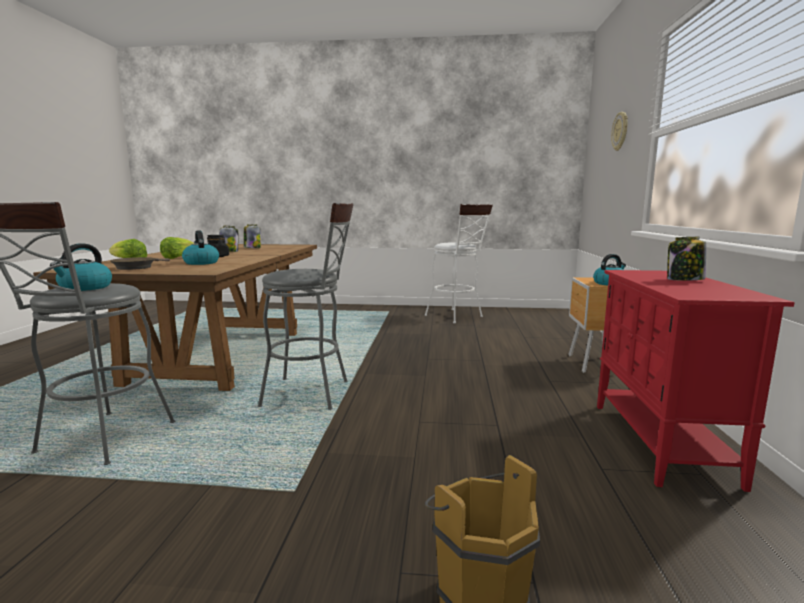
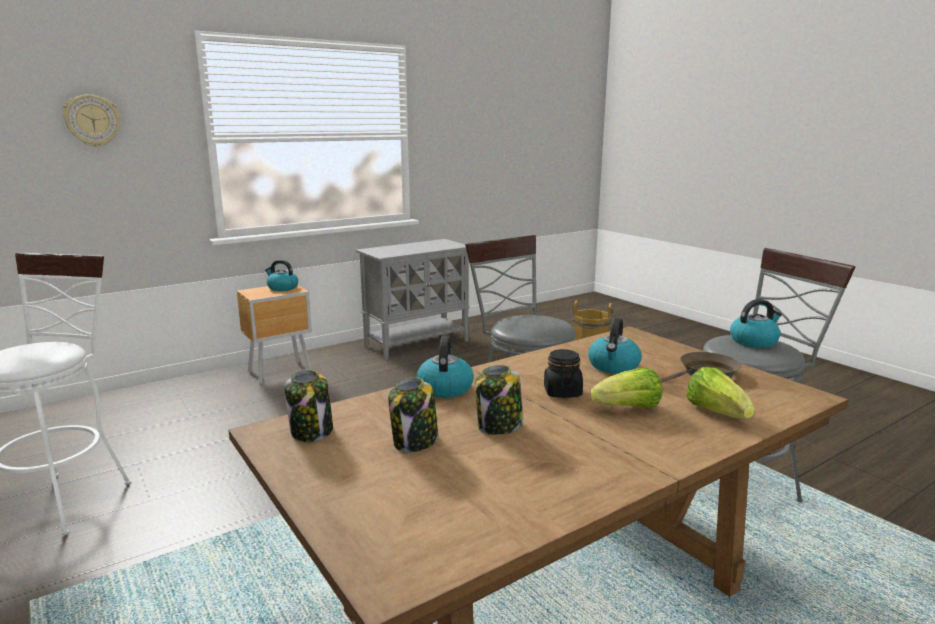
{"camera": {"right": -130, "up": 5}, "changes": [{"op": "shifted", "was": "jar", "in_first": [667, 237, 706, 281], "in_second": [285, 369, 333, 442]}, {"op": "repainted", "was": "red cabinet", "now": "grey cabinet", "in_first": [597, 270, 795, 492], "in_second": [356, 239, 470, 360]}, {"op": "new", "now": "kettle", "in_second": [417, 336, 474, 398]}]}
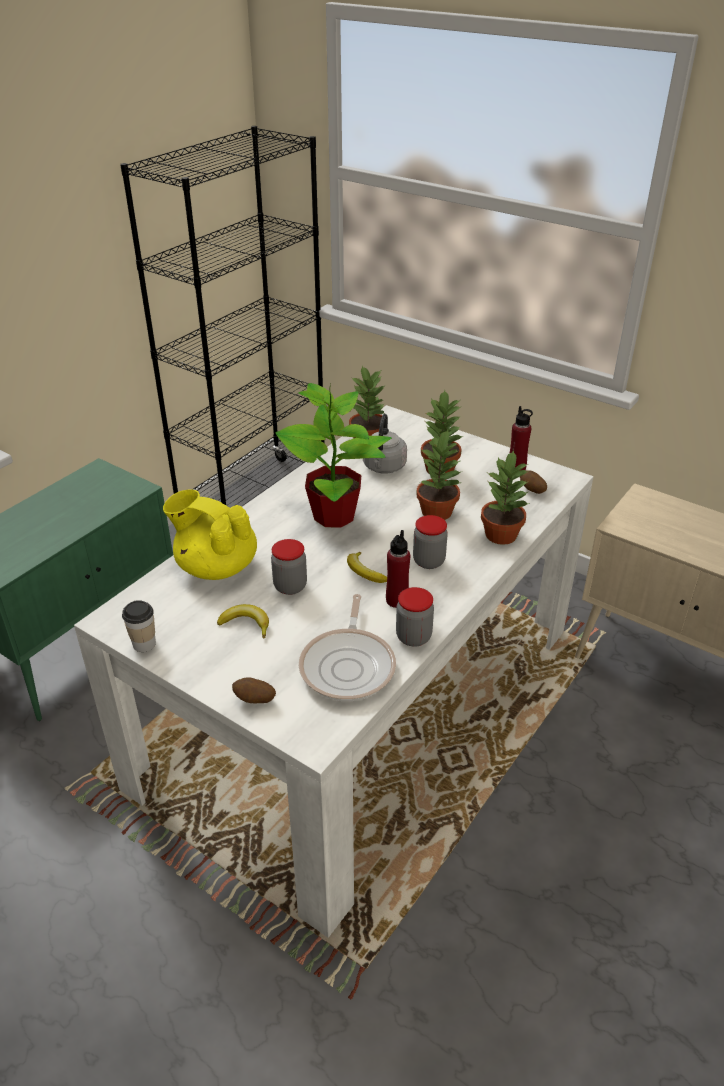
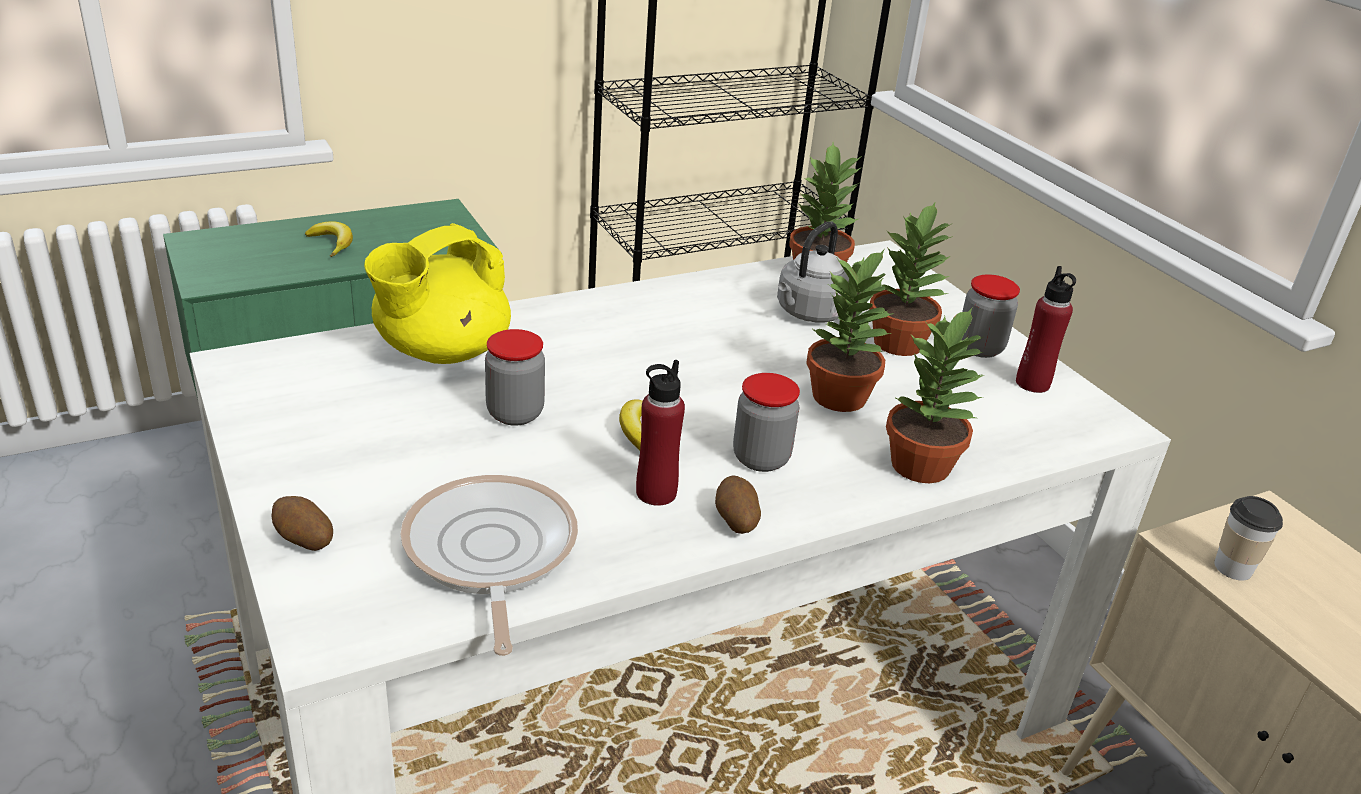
{"camera": {"right": 25, "up": -5}, "changes": [{"op": "gone", "was": "potted plant", "in_first": [276, 382, 392, 528]}, {"op": "shifted", "was": "potato", "in_first": [520, 471, 547, 494], "in_second": [715, 475, 761, 534]}, {"op": "rotated", "was": "yellow teapot", "in_first": [163, 489, 257, 580], "in_second": [364, 223, 511, 364], "clockwise": -105}, {"op": "shifted", "was": "jar", "in_first": [396, 587, 434, 647], "in_second": [961, 274, 1020, 358]}, {"op": "rotated", "was": "frying pan", "in_first": [299, 594, 396, 701], "in_second": [400, 475, 578, 656], "clockwise": 135}, {"op": "shifted", "was": "cup", "in_first": [122, 600, 156, 652], "in_second": [1214, 496, 1283, 581]}, {"op": "shifted", "was": "banana", "in_first": [217, 604, 269, 639], "in_second": [305, 221, 353, 257]}]}
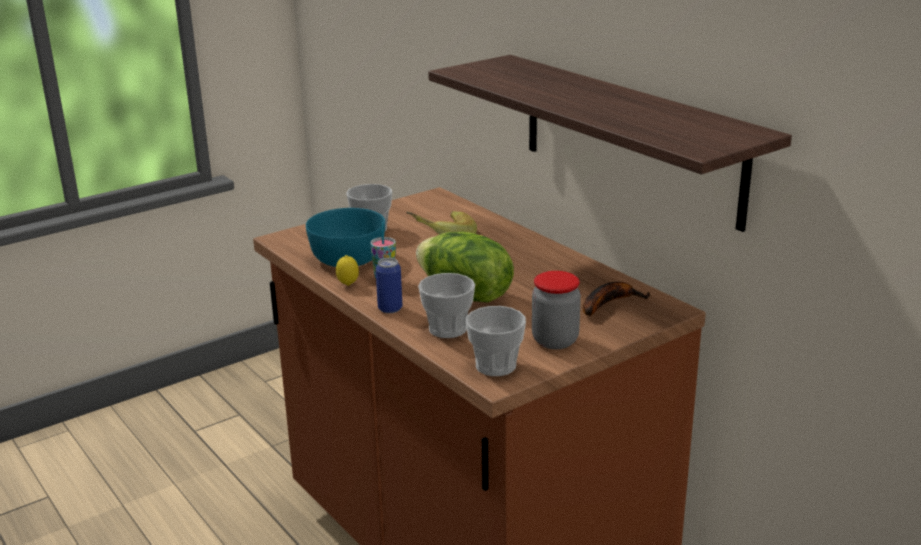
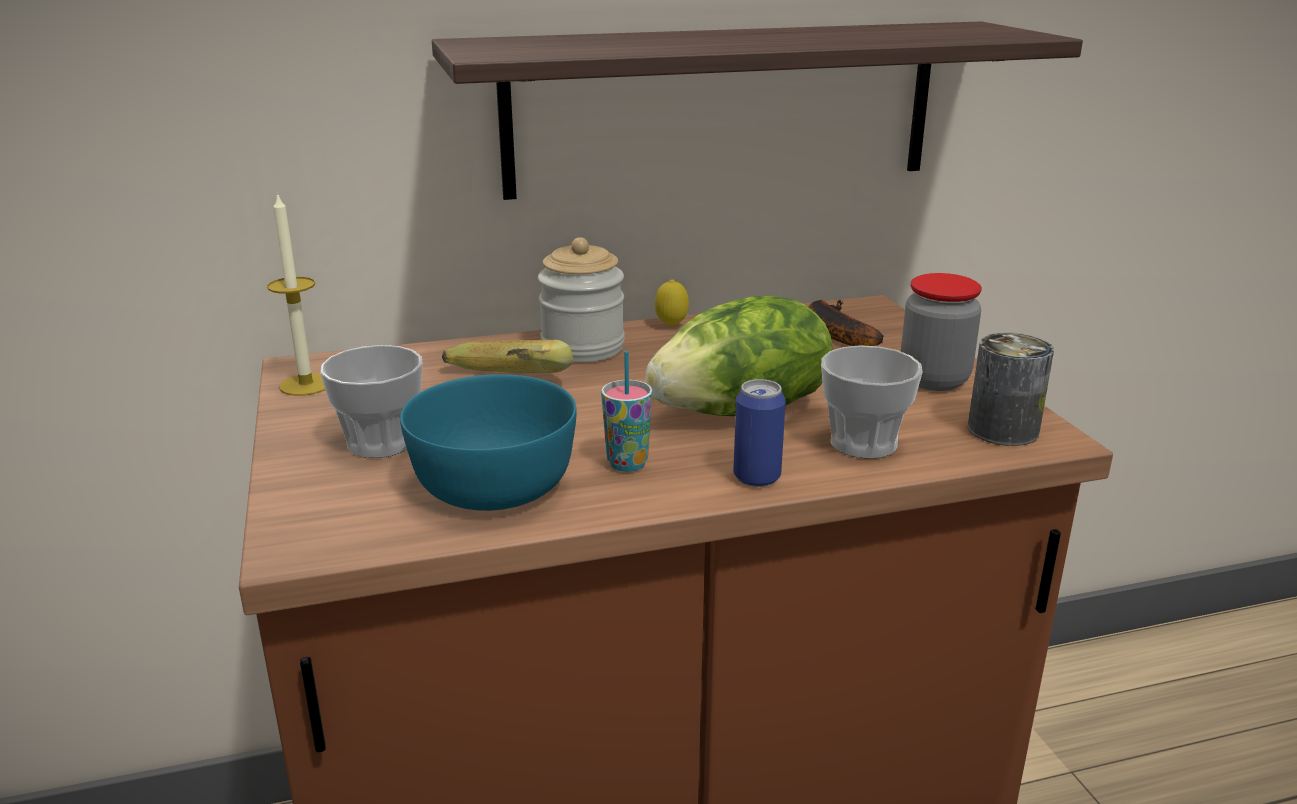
{"camera": {"right": -70, "up": 0}, "changes": [{"op": "shifted", "was": "lemon", "in_first": [336, 255, 359, 286], "in_second": [655, 280, 689, 327]}, {"op": "swapped", "was": "cup", "now": "can", "in_first": [466, 306, 526, 376], "in_second": [968, 332, 1054, 446]}, {"op": "new", "now": "candle", "in_second": [267, 192, 325, 396]}, {"op": "new", "now": "jar", "in_second": [538, 237, 625, 363]}]}
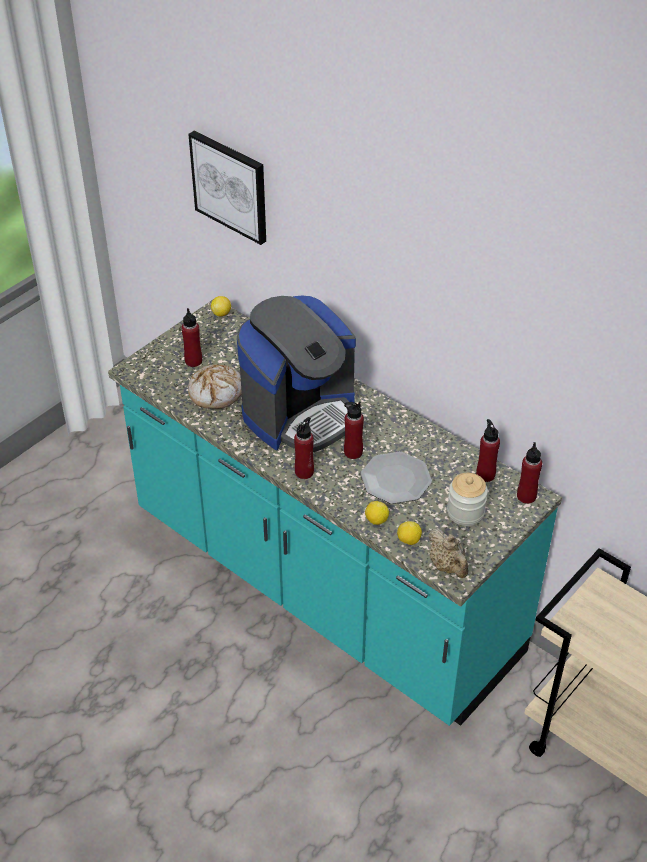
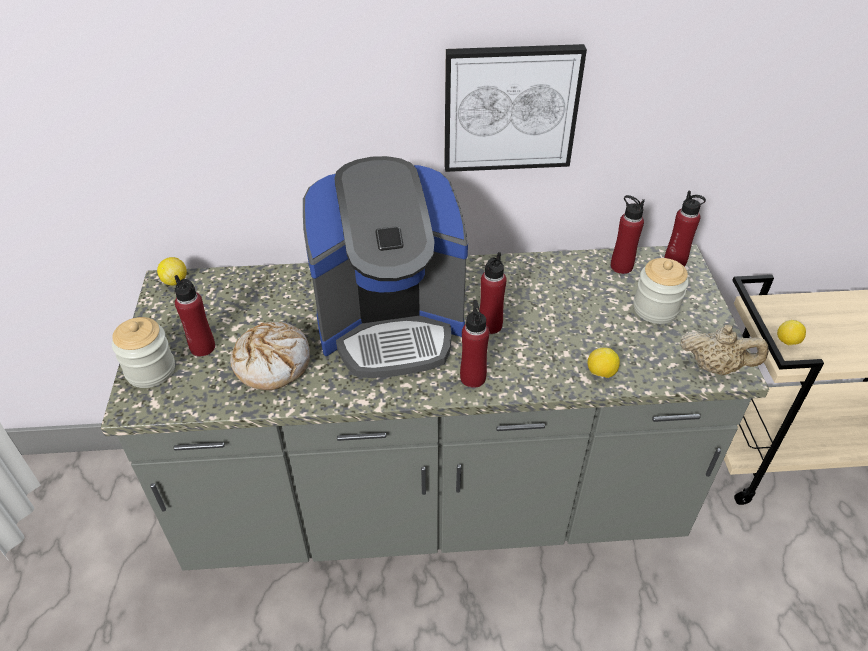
{"camera": {"right": -45, "up": 0}, "changes": [{"op": "shifted", "was": "picture", "in_first": [188, 131, 266, 245], "in_second": [444, 44, 587, 172]}, {"op": "rotated", "was": "coffee machine", "in_first": [237, 296, 356, 452], "in_second": [303, 156, 468, 378], "clockwise": 75}, {"op": "repainted", "was": "turquoise counter", "now": "grey counter", "in_first": [108, 300, 562, 726], "in_second": [101, 245, 769, 571]}, {"op": "gone", "was": "plate", "in_first": [361, 452, 432, 504]}, {"op": "shifted", "was": "lemon", "in_first": [397, 521, 422, 545], "in_second": [777, 320, 806, 345]}, {"op": "new", "now": "jar", "in_second": [112, 317, 175, 388]}]}
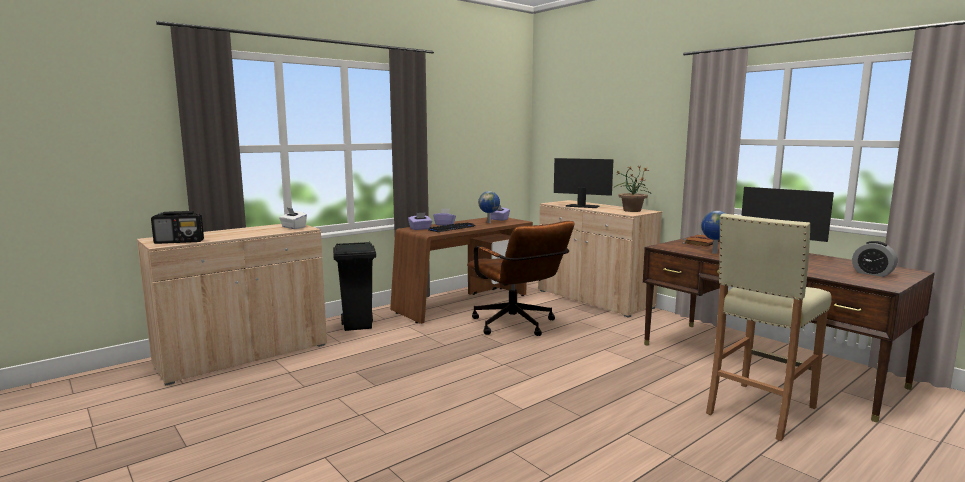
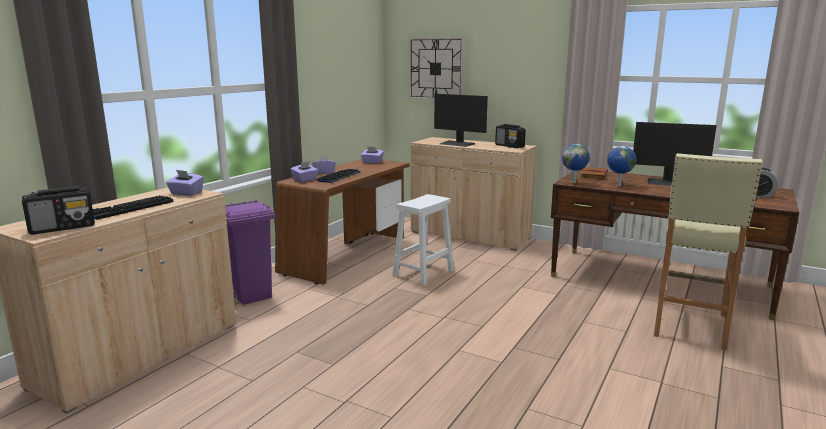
{"camera": {"right": -20, "up": 5}, "changes": [{"op": "rotated", "was": "monitor", "in_first": [554, 158, 614, 208], "in_second": [434, 94, 488, 147], "clockwise": -150}, {"op": "swapped", "was": "potted plant", "now": "radio", "in_first": [613, 166, 651, 212], "in_second": [495, 124, 526, 148]}, {"op": "shifted", "was": "globe", "in_first": [478, 191, 500, 223], "in_second": [562, 144, 590, 183]}, {"op": "repainted", "was": "white tissue box", "now": "purple tissue box", "in_first": [279, 208, 307, 229], "in_second": [166, 170, 204, 196]}, {"op": "swapped", "was": "brown office chair", "now": "white stool", "in_first": [467, 221, 575, 336], "in_second": [392, 194, 454, 286]}, {"op": "repainted", "was": "black trash can", "now": "purple trash can", "in_first": [333, 242, 376, 331], "in_second": [225, 200, 276, 305]}, {"op": "new", "now": "wall clock", "in_second": [408, 36, 465, 100]}, {"op": "new", "now": "keyboard", "in_second": [93, 195, 173, 220]}]}
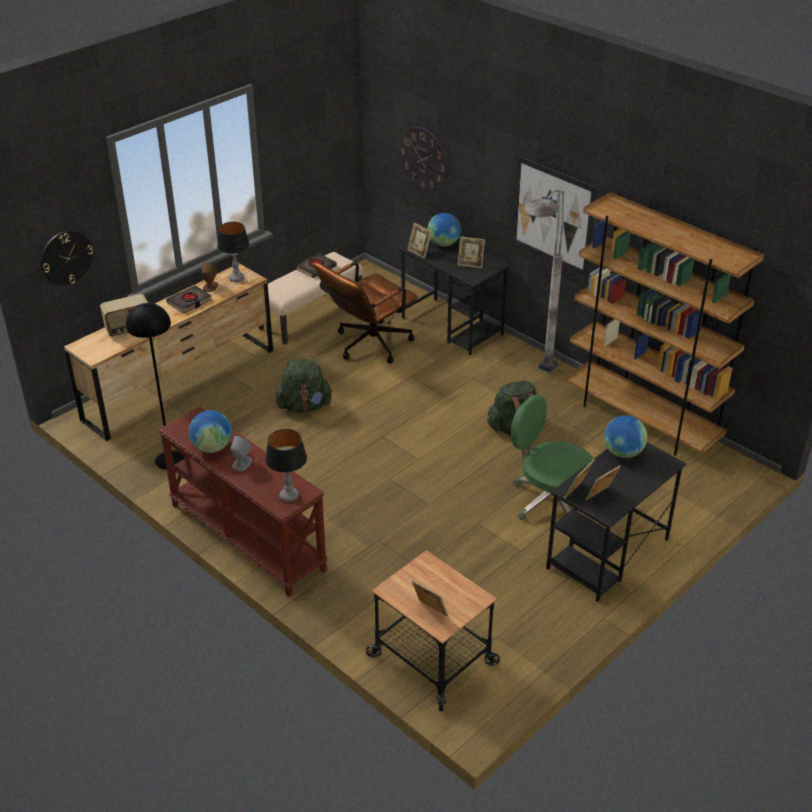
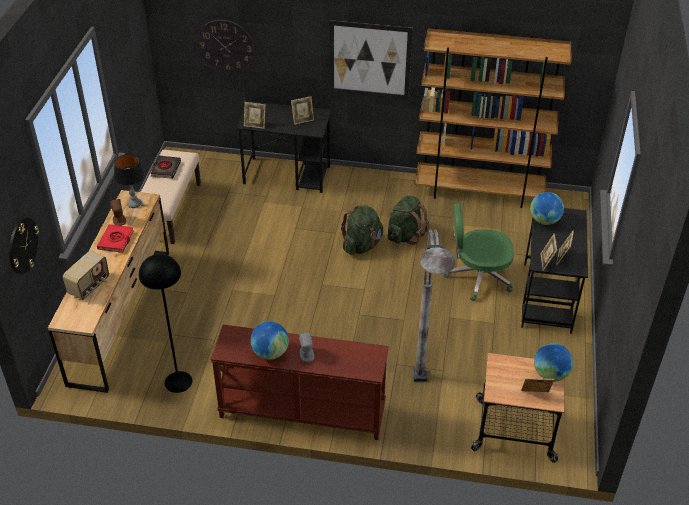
{"camera": {"right": -35, "up": 5}, "changes": [{"op": "shifted", "was": "grey floor lamp", "in_first": [525, 190, 564, 373], "in_second": [413, 229, 456, 382]}, {"op": "shifted", "was": "globe", "in_first": [428, 213, 461, 246], "in_second": [534, 343, 573, 381]}, {"op": "gone", "was": "brown office chair", "in_first": [314, 262, 417, 364]}, {"op": "repainted", "was": "black book", "now": "red book", "in_first": [166, 286, 212, 313], "in_second": [97, 224, 134, 253]}, {"op": "shifted", "was": "green backpack", "in_first": [275, 358, 333, 413], "in_second": [341, 205, 383, 255]}, {"op": "gone", "was": "table lamp", "in_first": [266, 429, 307, 502]}]}
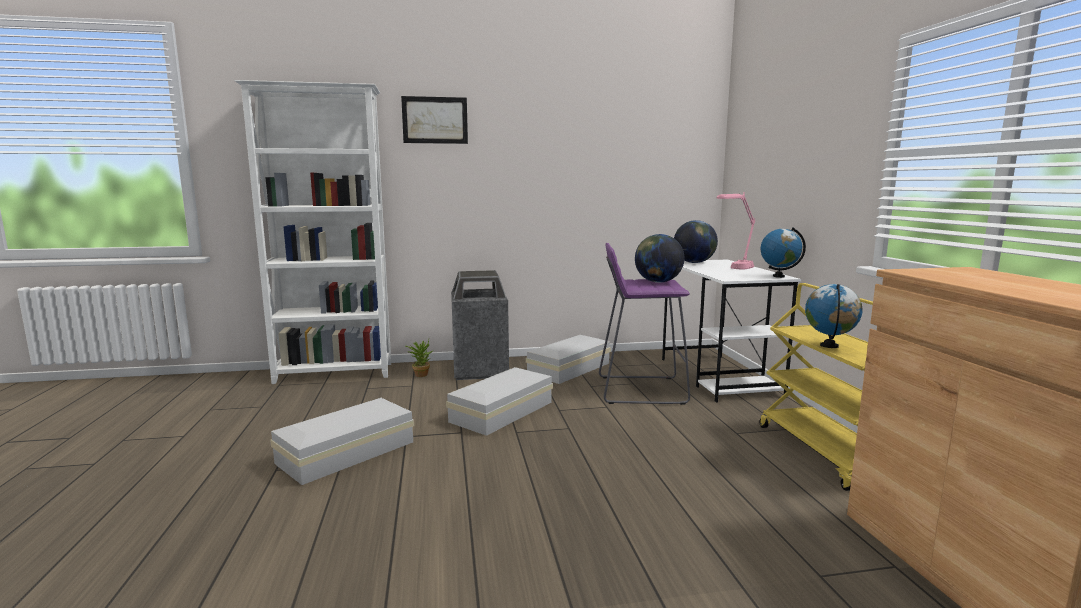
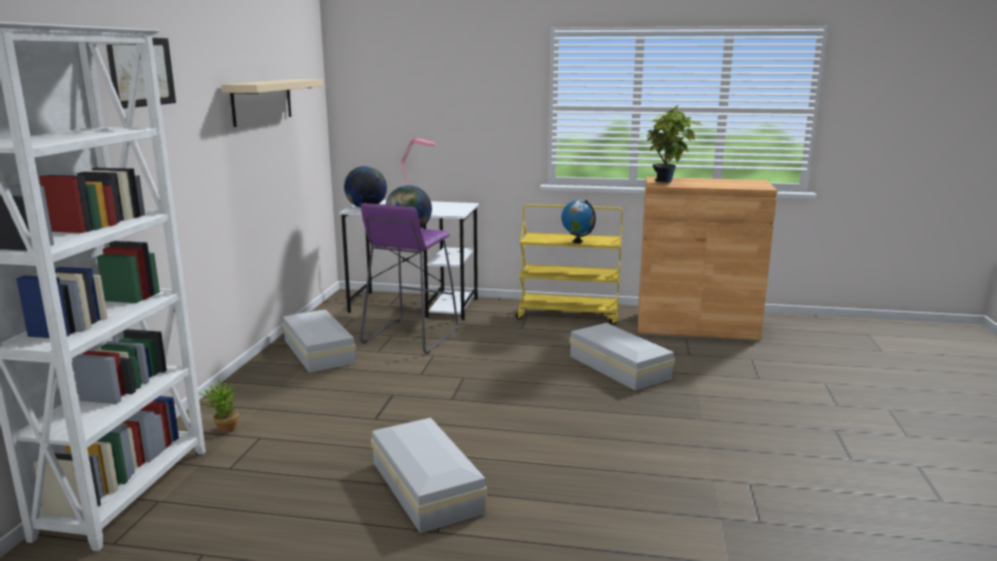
{"camera": {"right": -70, "up": 5}, "changes": [{"op": "gone", "was": "globe", "in_first": [761, 228, 806, 278]}, {"op": "gone", "was": "trash can", "in_first": [451, 270, 509, 380]}, {"op": "shifted", "was": "white storage box", "in_first": [446, 367, 553, 436], "in_second": [569, 323, 675, 391]}, {"op": "new", "now": "beige shelf", "in_second": [221, 79, 323, 127]}, {"op": "new", "now": "potted plant", "in_second": [647, 105, 701, 183]}]}
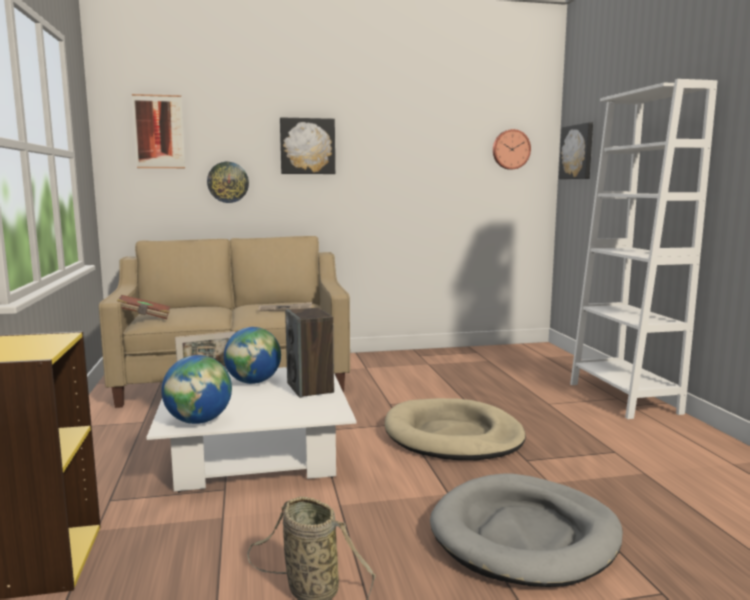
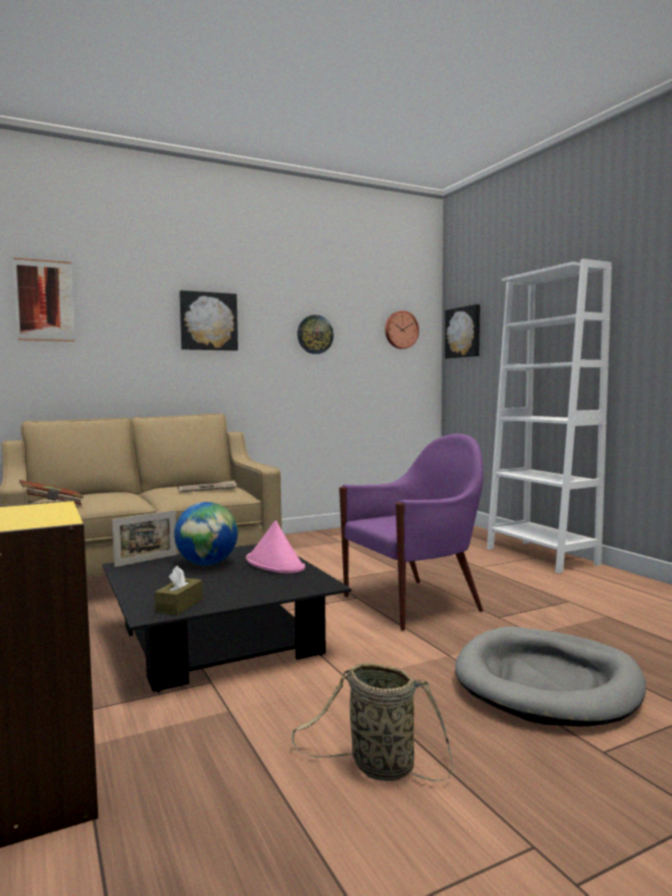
{"camera": {"right": -15, "up": -5}, "changes": [{"op": "shifted", "was": "wall clock", "in_first": [207, 162, 249, 203], "in_second": [297, 315, 334, 354]}, {"op": "swapped", "was": "speaker", "now": "pink hat", "in_first": [285, 308, 334, 398], "in_second": [246, 520, 305, 573]}, {"op": "swapped", "was": "globe", "now": "brown tissue box", "in_first": [161, 355, 232, 424], "in_second": [155, 566, 203, 615]}, {"op": "repainted", "was": "white coffee table", "now": "black coffee table", "in_first": [146, 367, 357, 492], "in_second": [102, 544, 352, 692]}, {"op": "swapped", "was": "beige dog bed", "now": "purple armchair", "in_first": [385, 398, 526, 460], "in_second": [339, 434, 483, 631]}]}
